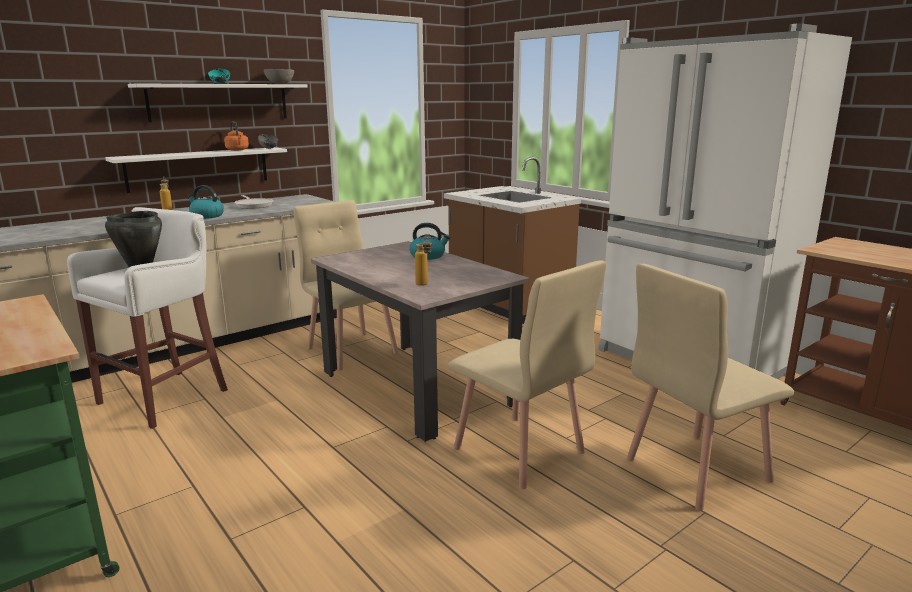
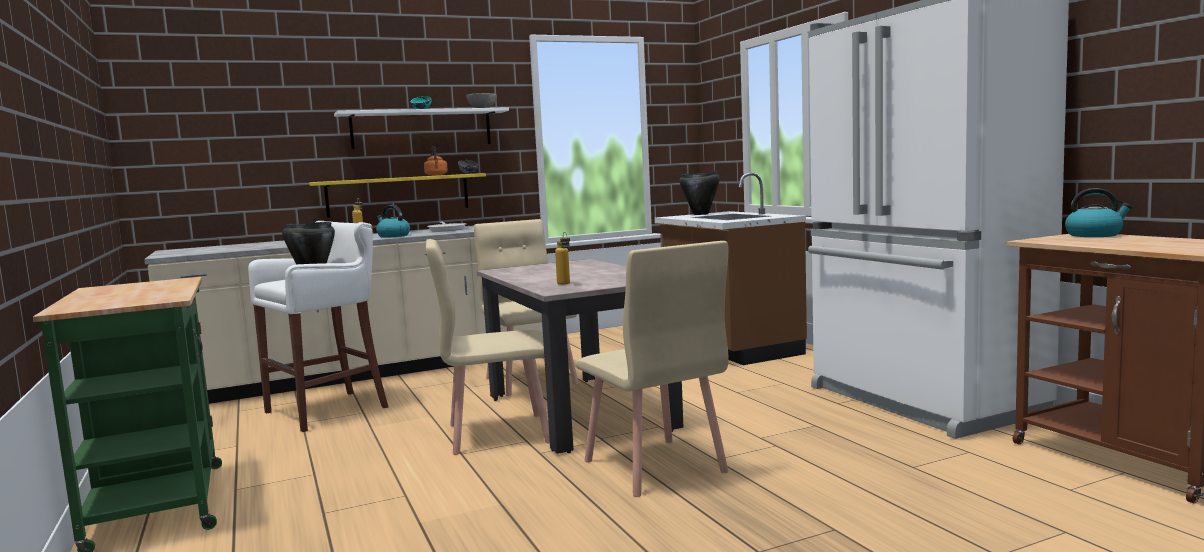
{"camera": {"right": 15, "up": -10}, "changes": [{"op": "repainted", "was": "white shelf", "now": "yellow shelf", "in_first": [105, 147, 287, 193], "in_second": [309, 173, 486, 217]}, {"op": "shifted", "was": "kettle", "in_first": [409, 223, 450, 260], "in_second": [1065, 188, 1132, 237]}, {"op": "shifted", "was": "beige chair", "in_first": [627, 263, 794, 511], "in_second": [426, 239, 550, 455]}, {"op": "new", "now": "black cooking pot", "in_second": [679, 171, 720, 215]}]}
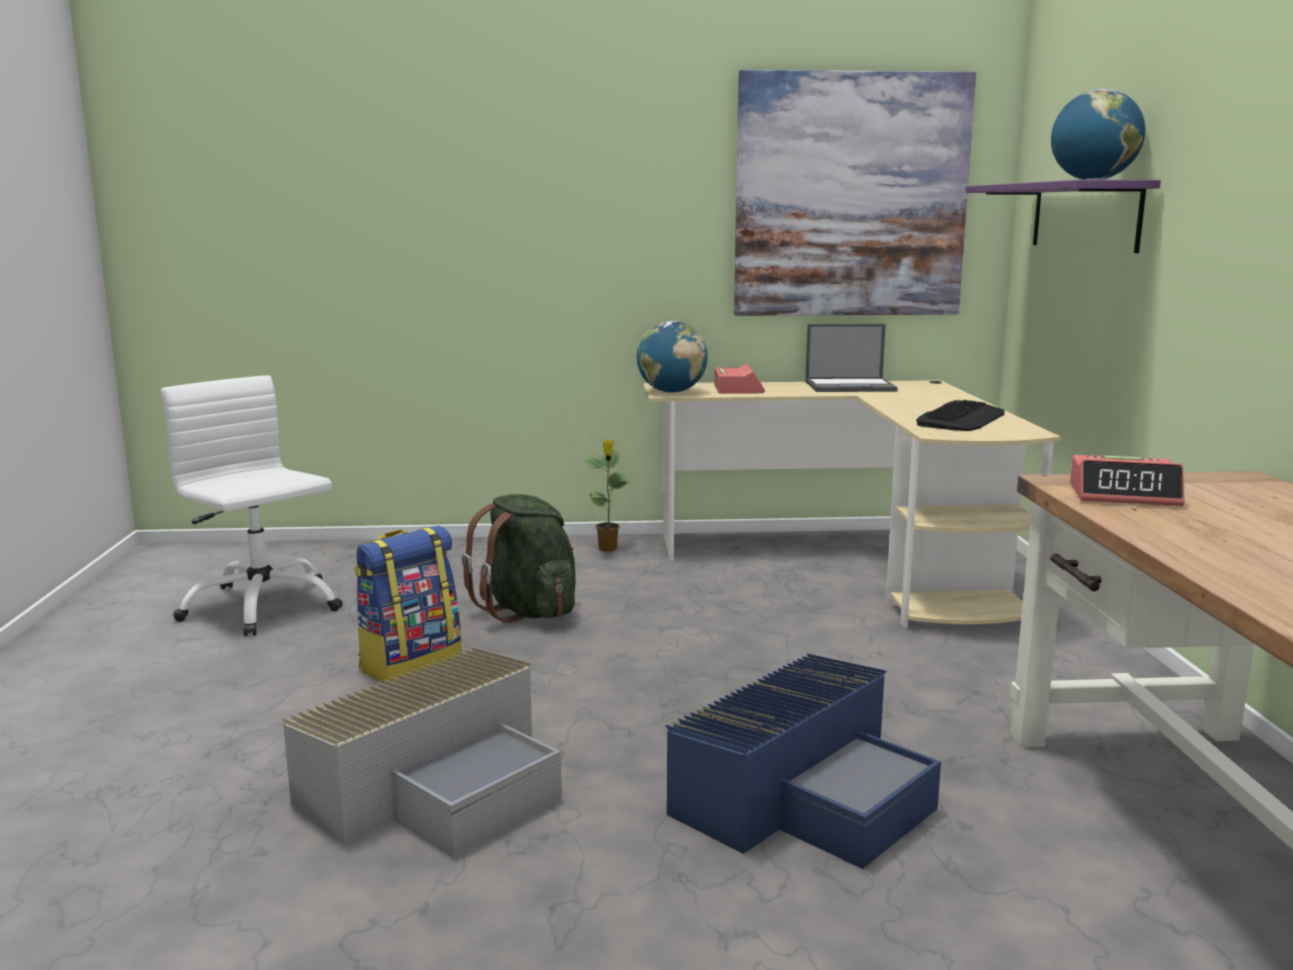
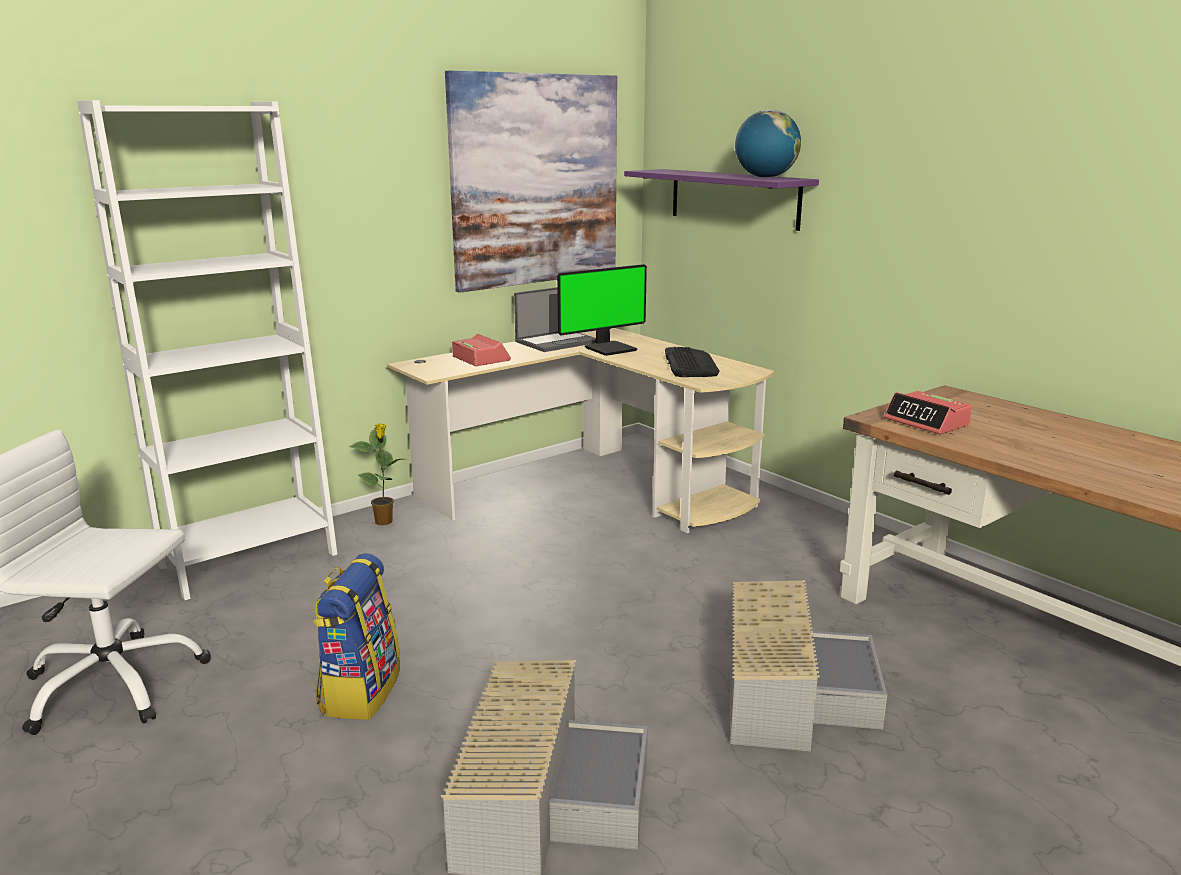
{"camera": {"right": -35, "up": 5}, "changes": [{"op": "gone", "was": "globe", "in_first": [637, 321, 708, 393]}, {"op": "rotated", "was": "alarm clock", "in_first": [1070, 455, 1184, 506], "in_second": [884, 391, 972, 435], "clockwise": 75}, {"op": "gone", "was": "green backpack", "in_first": [462, 494, 576, 623]}, {"op": "repainted", "was": "blue storage box", "now": "grey storage box", "in_first": [666, 654, 941, 869], "in_second": [730, 580, 887, 751]}, {"op": "new", "now": "white bookcase", "in_second": [77, 100, 337, 600]}, {"op": "new", "now": "monitor", "in_second": [557, 264, 647, 356]}]}
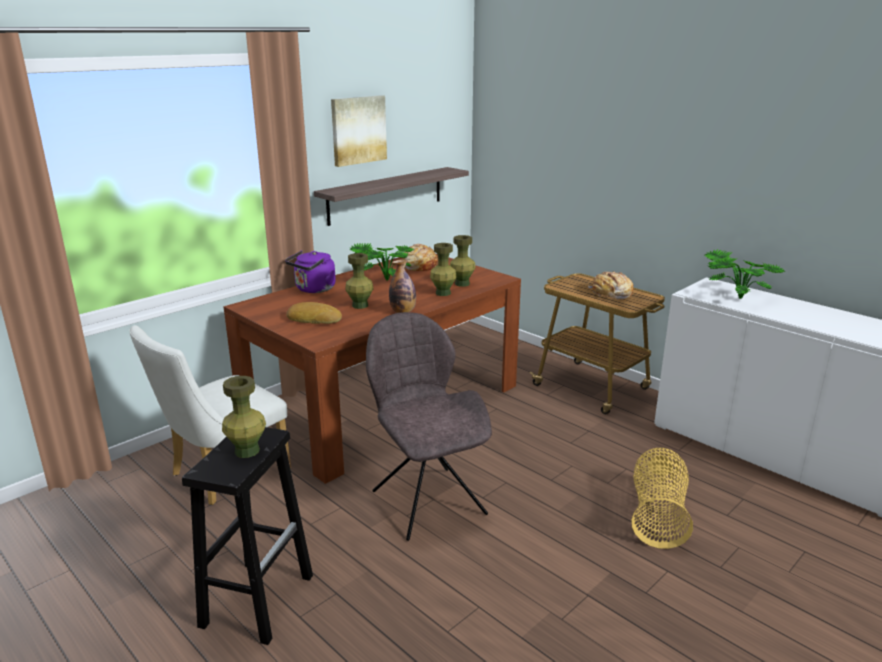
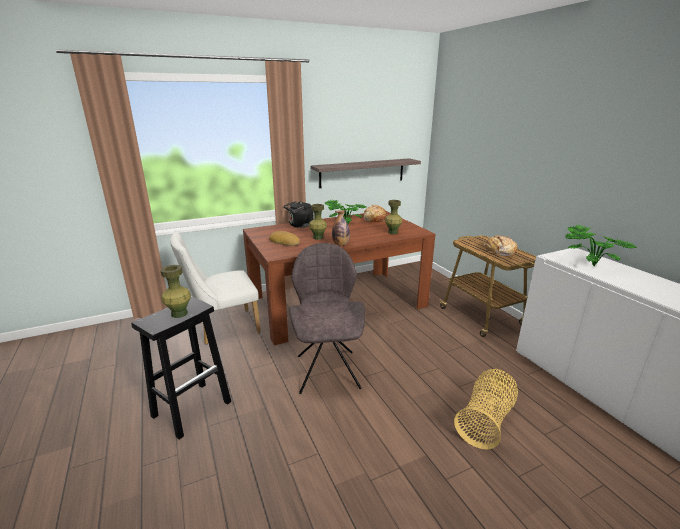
{"camera": {"right": 20, "up": 0}, "changes": [{"op": "gone", "was": "picture", "in_first": [331, 95, 387, 167]}, {"op": "gone", "was": "green vase", "in_first": [430, 243, 456, 296]}, {"op": "repainted", "was": "purple kettle", "now": "black kettle", "in_first": [285, 250, 336, 293], "in_second": [284, 201, 314, 228]}]}
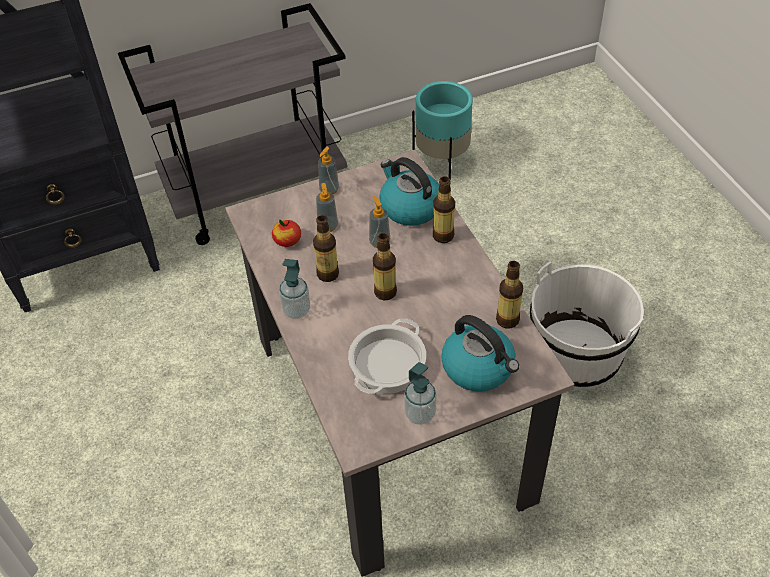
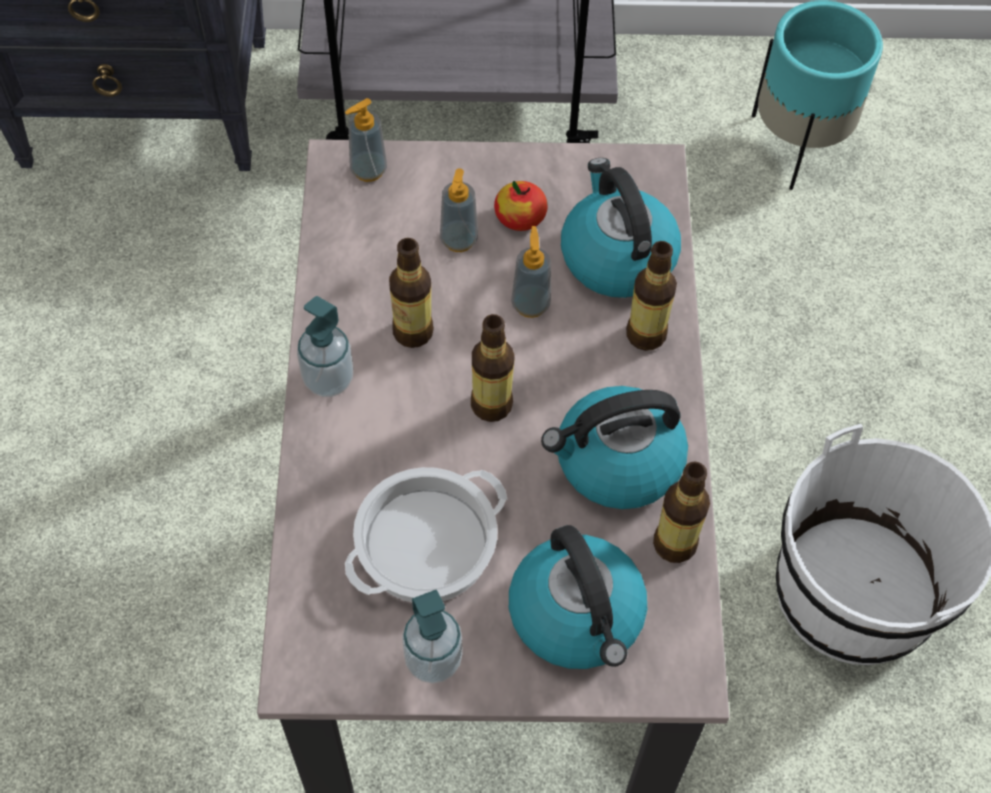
{"camera": {"right": 20, "up": 10}, "changes": [{"op": "shifted", "was": "soap dispenser", "in_first": [318, 147, 339, 194], "in_second": [345, 98, 387, 182]}, {"op": "shifted", "was": "apple", "in_first": [272, 220, 301, 247], "in_second": [494, 181, 548, 231]}, {"op": "new", "now": "kettle", "in_second": [541, 386, 688, 509]}]}
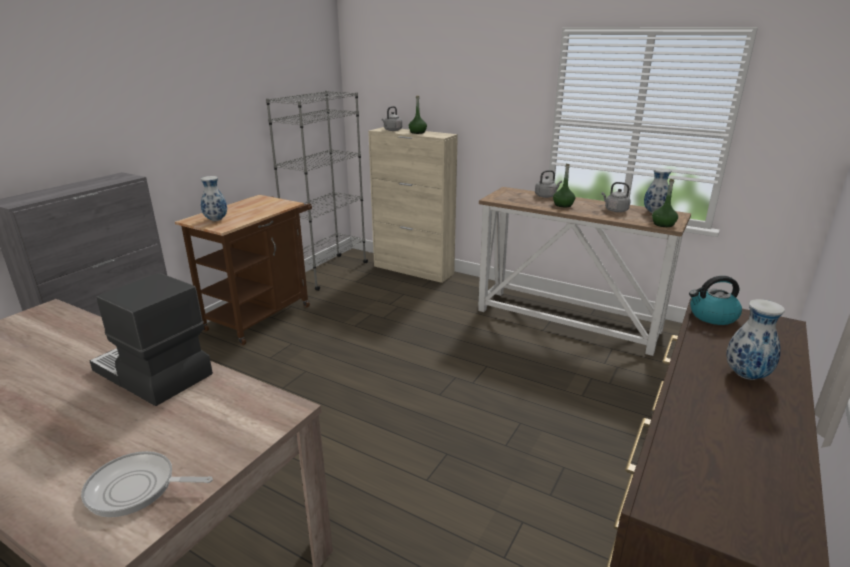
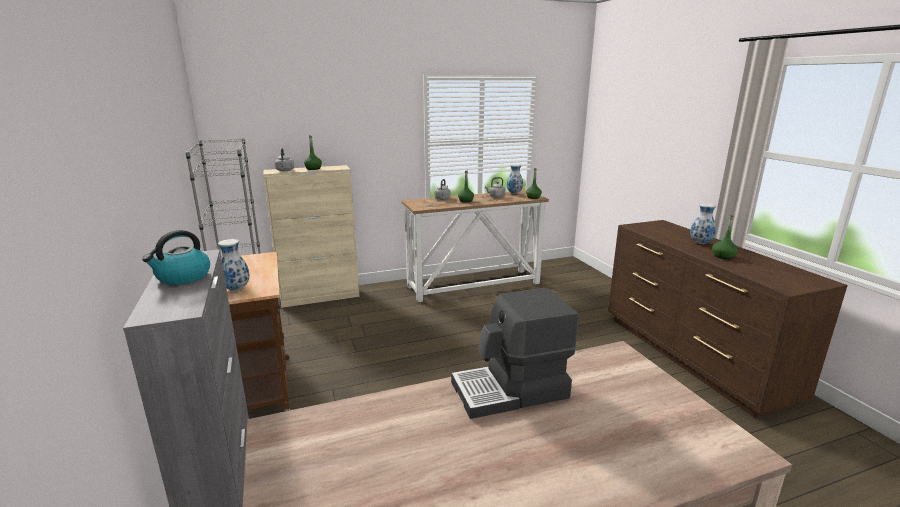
{"camera": {"right": -50, "up": -5}, "changes": [{"op": "shifted", "was": "kettle", "in_first": [689, 276, 742, 325], "in_second": [142, 230, 210, 285]}, {"op": "gone", "was": "frying pan", "in_first": [81, 451, 213, 517]}, {"op": "new", "now": "green bottle", "in_second": [712, 215, 738, 259]}]}
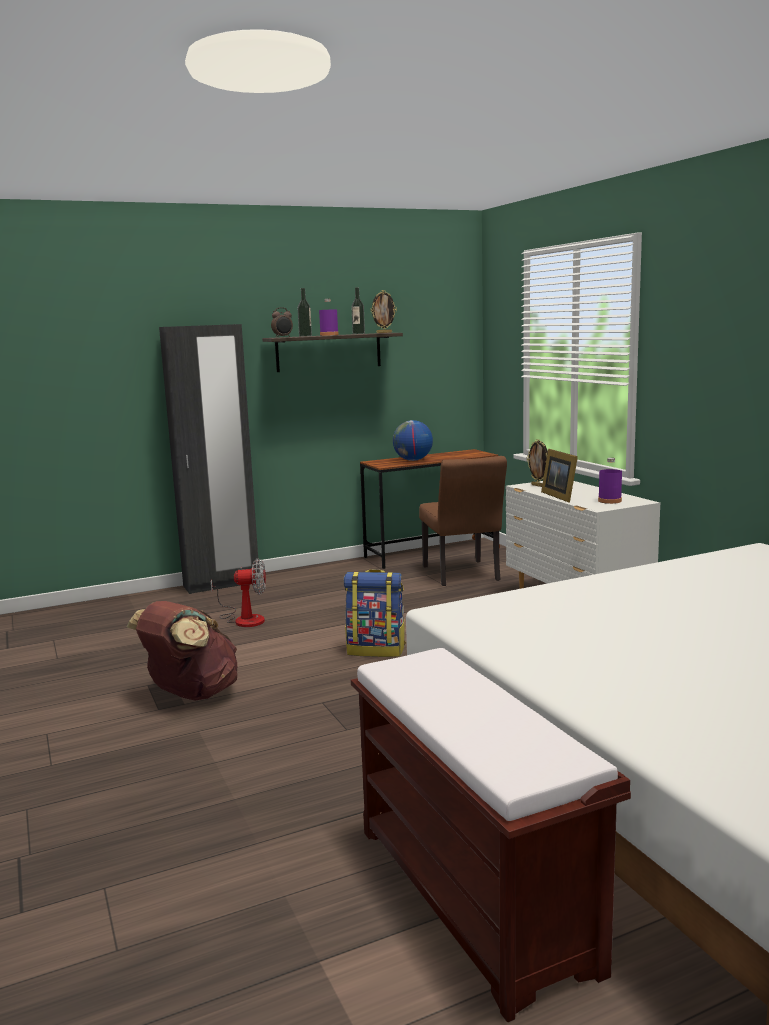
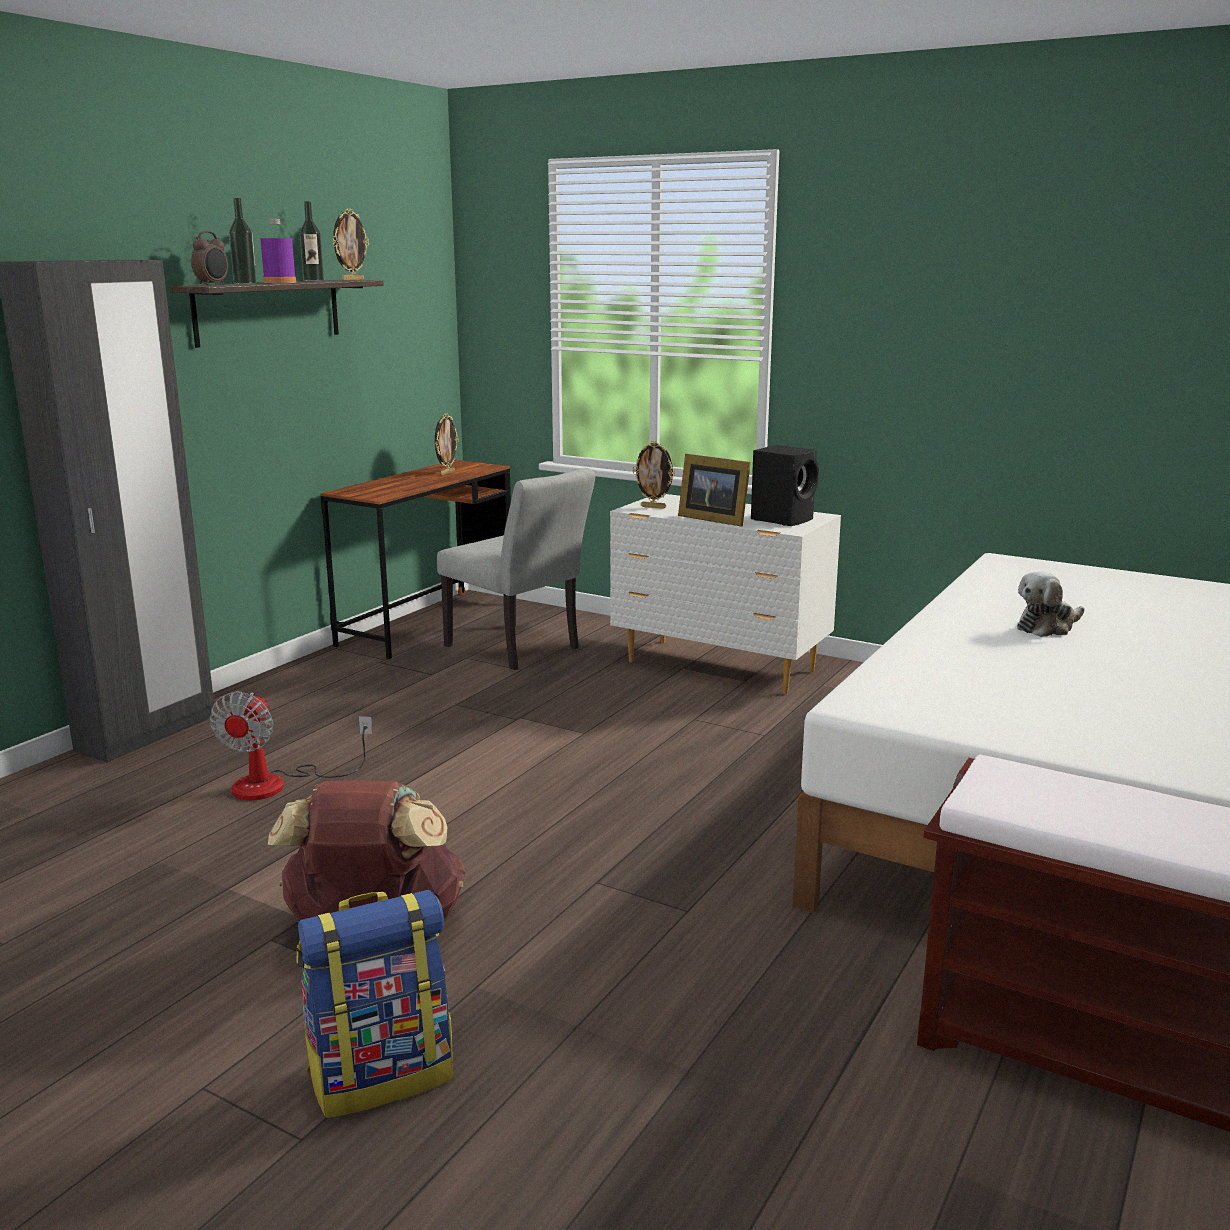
{"camera": {"right": -35, "up": 5}, "changes": [{"op": "gone", "was": "globe", "in_first": [393, 420, 433, 461]}, {"op": "repainted", "was": "brown chair", "now": "grey chair", "in_first": [419, 456, 507, 586], "in_second": [437, 468, 595, 670]}, {"op": "swapped", "was": "purple bottle", "now": "black speaker", "in_first": [598, 458, 622, 504], "in_second": [751, 445, 819, 526]}, {"op": "rotated", "was": "fan", "in_first": [211, 559, 266, 627], "in_second": [210, 691, 372, 800], "clockwise": 135}, {"op": "shifted", "was": "backpack", "in_first": [344, 569, 406, 657], "in_second": [296, 890, 453, 1118]}, {"op": "new", "now": "picture frame", "in_second": [435, 413, 459, 475]}, {"op": "new", "now": "plush toy", "in_second": [1017, 571, 1085, 637]}]}
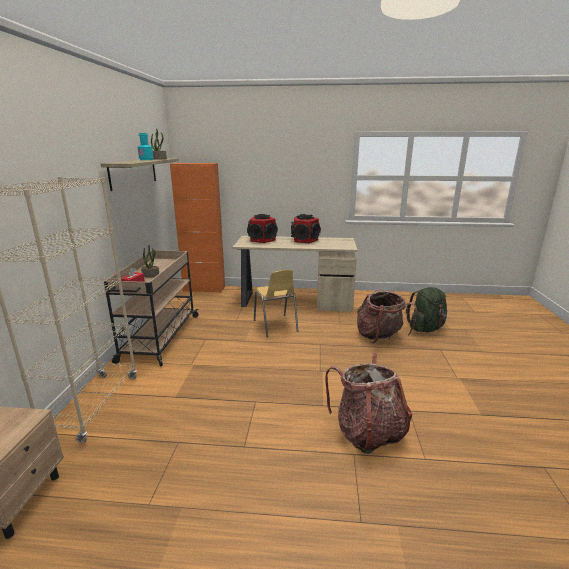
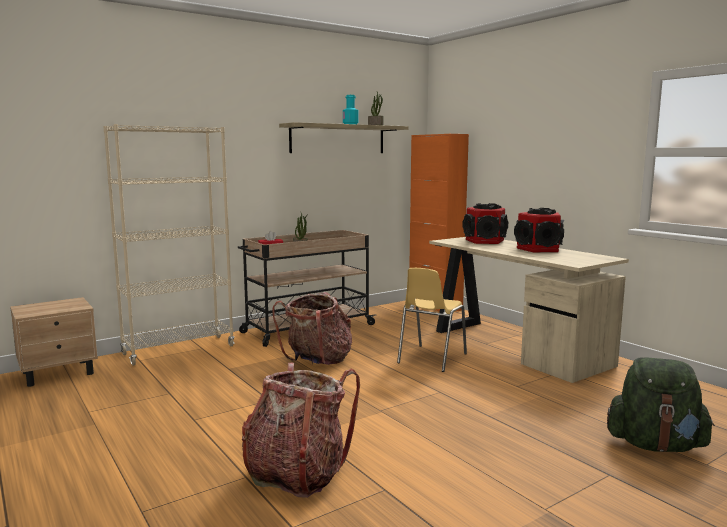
{"camera": {"right": 50, "up": -10}, "changes": [{"op": "shifted", "was": "backpack", "in_first": [357, 289, 417, 343], "in_second": [272, 292, 352, 365]}]}
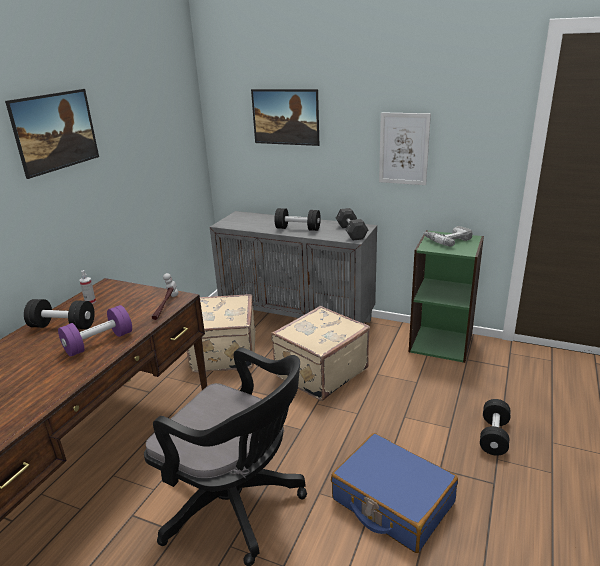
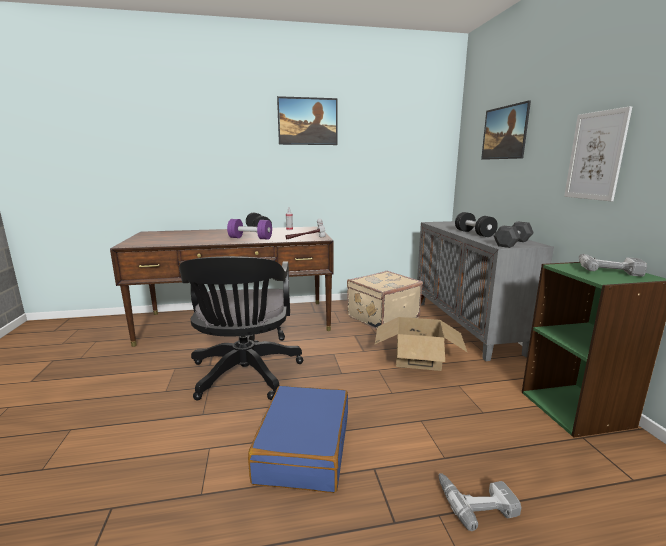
{"camera": {"right": 55, "up": -10}, "changes": [{"op": "swapped", "was": "beige suitcase", "now": "cardboard box", "in_first": [271, 306, 370, 401], "in_second": [375, 317, 467, 371]}, {"op": "swapped", "was": "black dumbbell", "now": "power drill", "in_first": [480, 399, 510, 456], "in_second": [439, 473, 521, 531]}]}
